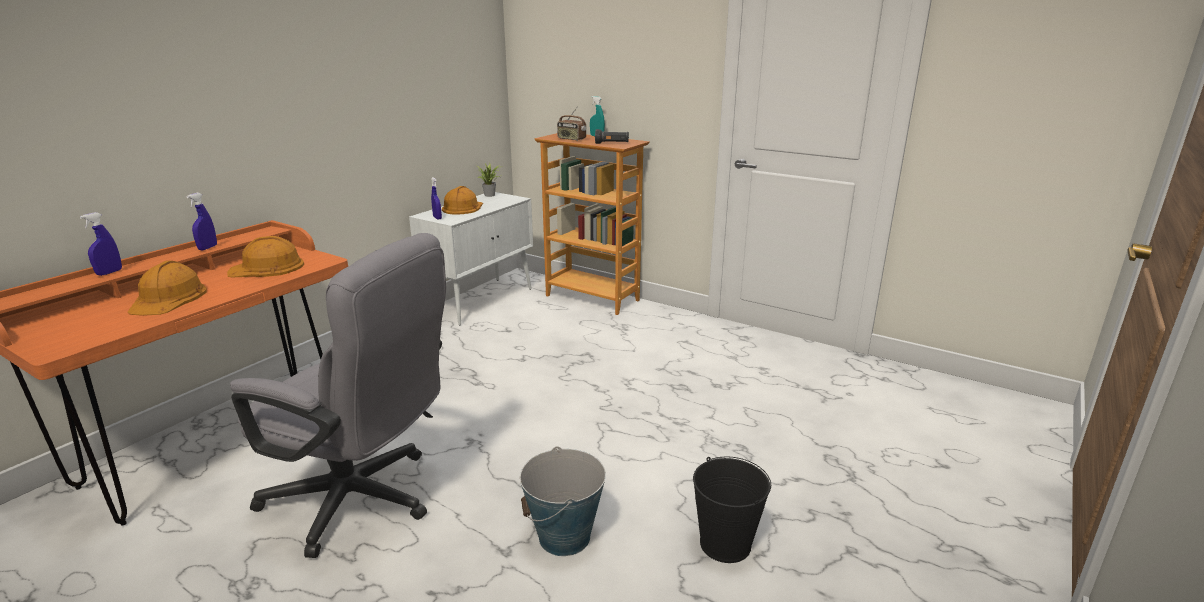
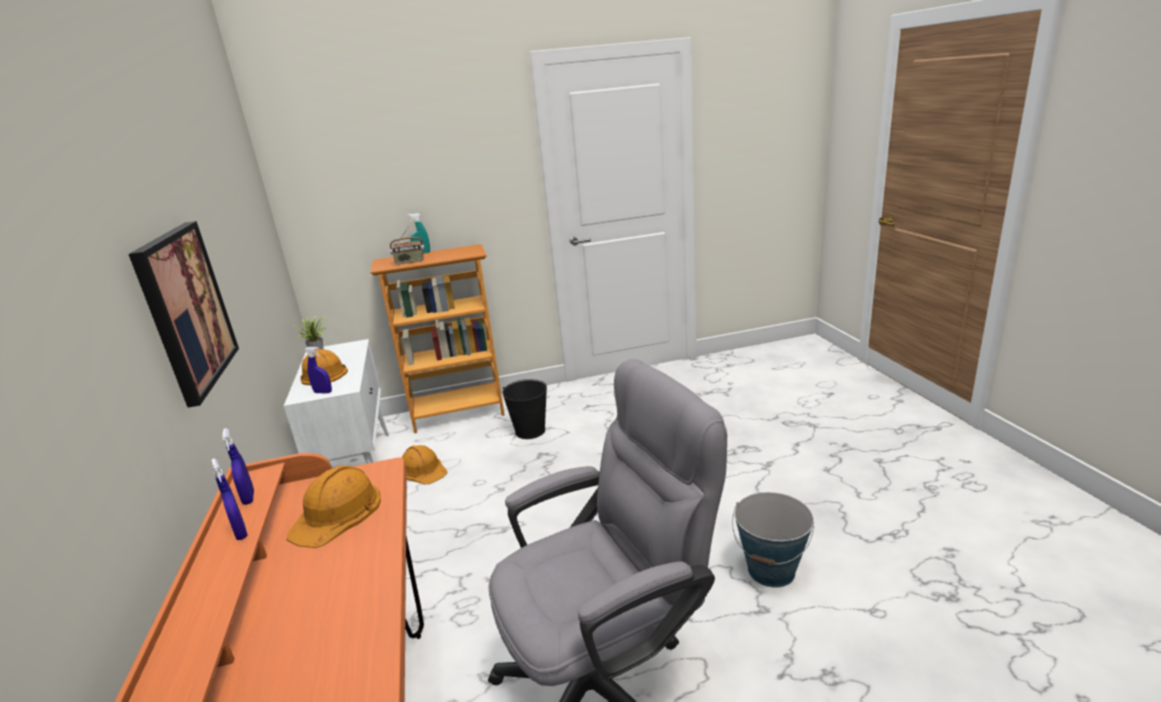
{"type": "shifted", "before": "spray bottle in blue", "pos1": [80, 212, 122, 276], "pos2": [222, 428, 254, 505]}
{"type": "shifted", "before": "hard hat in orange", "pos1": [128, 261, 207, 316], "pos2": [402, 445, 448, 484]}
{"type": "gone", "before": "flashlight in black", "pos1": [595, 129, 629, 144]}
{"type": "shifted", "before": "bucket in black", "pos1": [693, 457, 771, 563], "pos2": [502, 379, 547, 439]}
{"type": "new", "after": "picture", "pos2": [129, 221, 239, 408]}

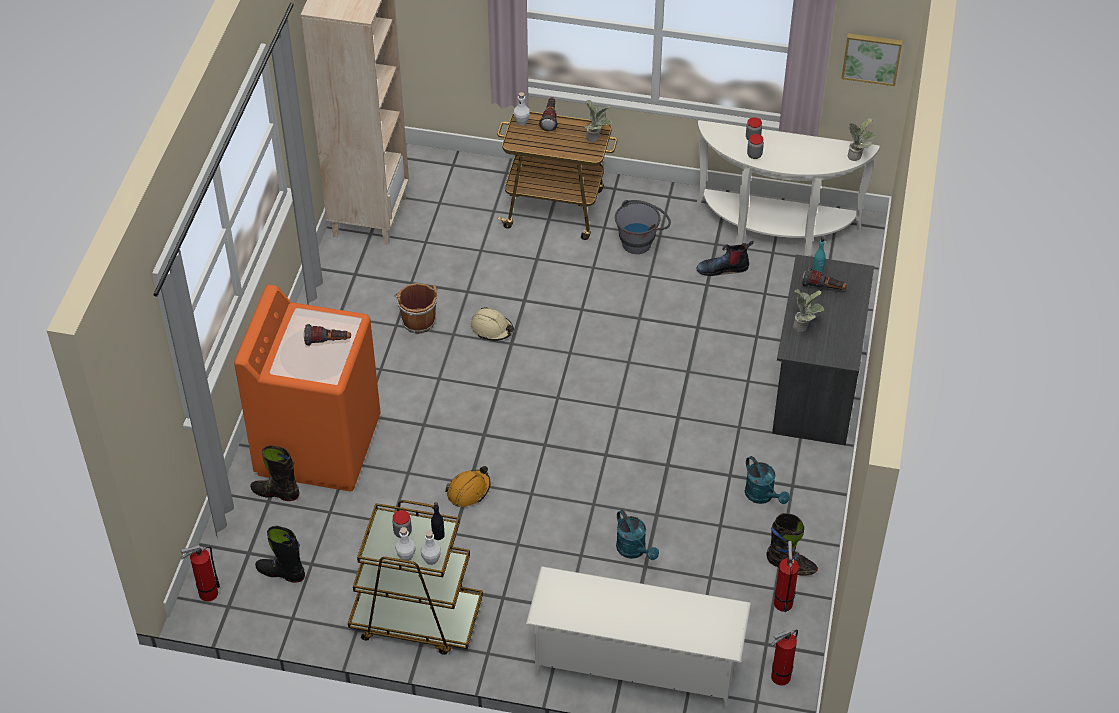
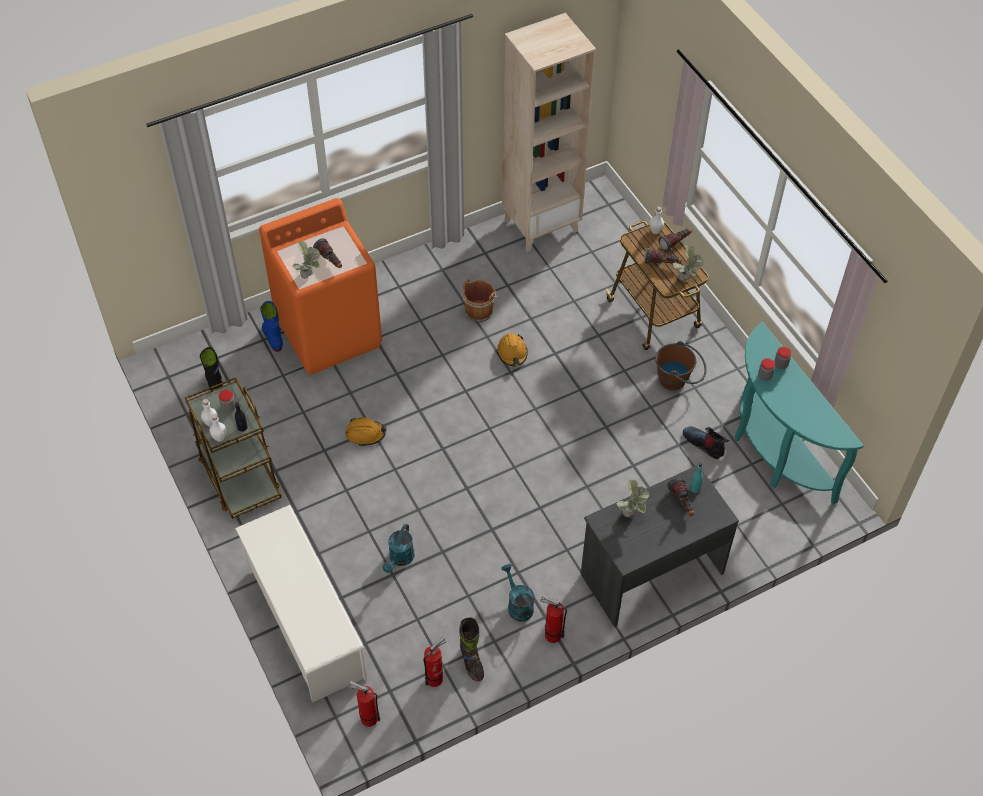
{"type": "shifted", "before": "fire extinguisher", "pos1": [181, 545, 220, 602], "pos2": [540, 595, 567, 643]}
{"type": "repainted", "before": "boot in black", "after": "boot in blue", "pos1": [250, 445, 300, 501], "pos2": [260, 301, 283, 352]}
{"type": "repainted", "before": "hard hat in beige", "after": "hard hat in orange", "pos1": [470, 307, 514, 341], "pos2": [497, 334, 528, 366]}
{"type": "repainted", "before": "bucket in grey", "after": "bucket in brown", "pos1": [615, 200, 671, 254], "pos2": [655, 341, 707, 390]}
{"type": "repainted", "before": "console table in white", "after": "console table in turquoise", "pos1": [696, 120, 880, 256], "pos2": [734, 322, 864, 505]}
{"type": "rotated", "before": "watering can in turquoise", "pos1": [745, 456, 790, 504], "pos2": [501, 564, 534, 621], "turn": 135}
{"type": "gone", "before": "picture", "pos1": [841, 33, 902, 86]}
{"type": "shifted", "before": "potted plant", "pos1": [848, 118, 876, 161], "pos2": [292, 241, 320, 279]}
{"type": "new", "after": "flashlight", "pos2": [644, 247, 682, 264]}

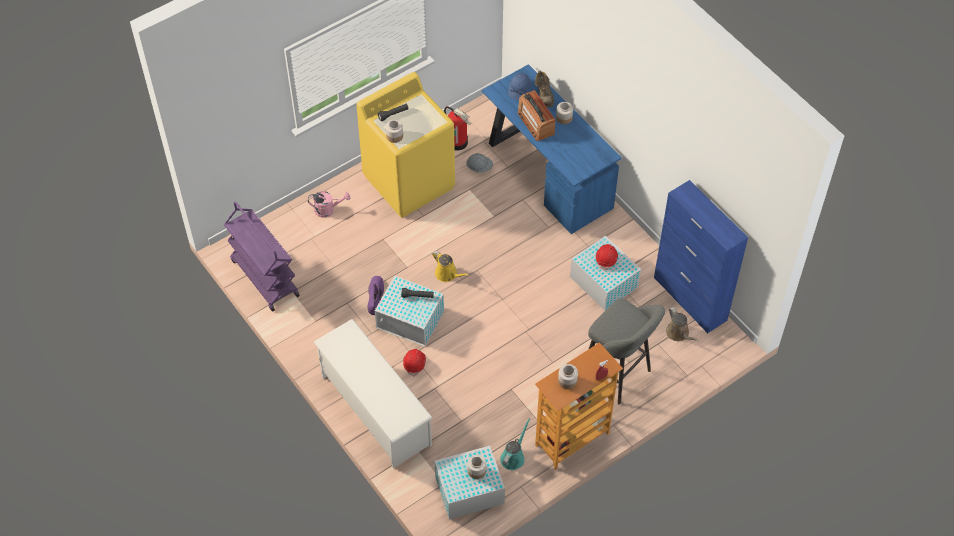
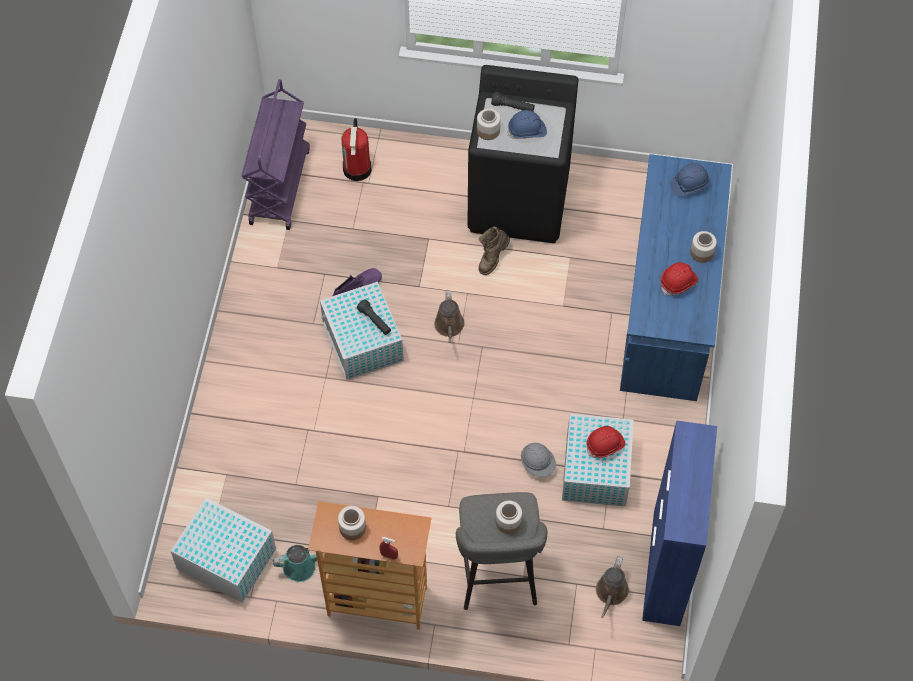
{"type": "gone", "before": "watering can in pink", "pos1": [308, 191, 350, 218]}
{"type": "gone", "before": "shoe rack in white", "pos1": [314, 319, 433, 468]}
{"type": "repainted", "before": "washing machine in yellow", "after": "washing machine in black", "pos1": [356, 72, 455, 218], "pos2": [467, 65, 579, 243]}
{"type": "shifted", "before": "hard hat in red", "pos1": [403, 349, 426, 377], "pos2": [661, 262, 698, 296]}
{"type": "repainted", "before": "watering can in yellow", "after": "watering can in brown", "pos1": [432, 251, 469, 282], "pos2": [434, 291, 465, 343]}
{"type": "shifted", "before": "fire extinguisher", "pos1": [444, 106, 471, 151], "pos2": [341, 118, 372, 181]}
{"type": "shifted", "before": "hard hat in grey", "pos1": [466, 153, 493, 173], "pos2": [521, 443, 556, 478]}
{"type": "shifted", "before": "jar", "pos1": [468, 455, 486, 479], "pos2": [496, 501, 522, 534]}
{"type": "gone", "before": "radio", "pos1": [517, 90, 556, 141]}
{"type": "shifted", "before": "boot in brown", "pos1": [535, 70, 554, 108], "pos2": [478, 227, 510, 275]}
{"type": "new", "after": "hard hat in blue", "pos2": [508, 110, 547, 139]}

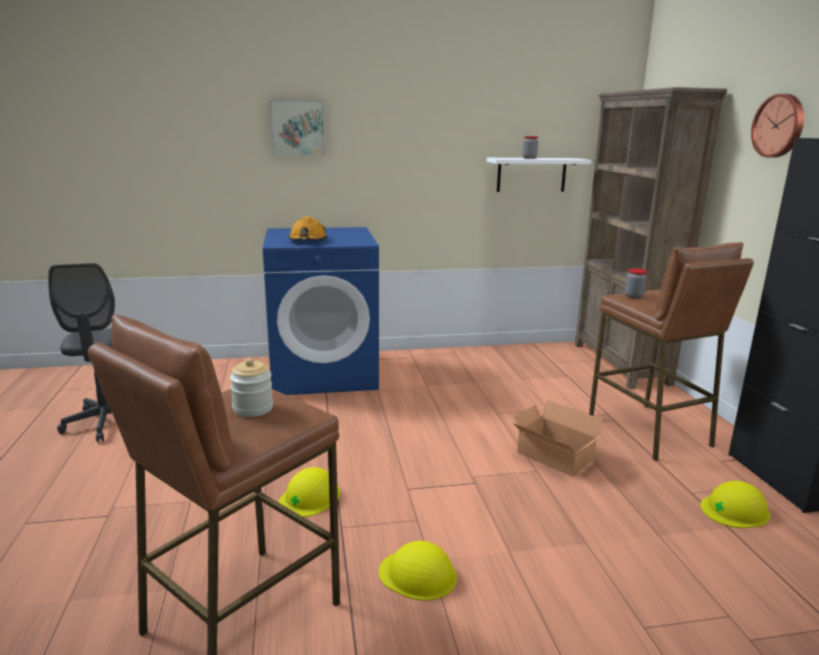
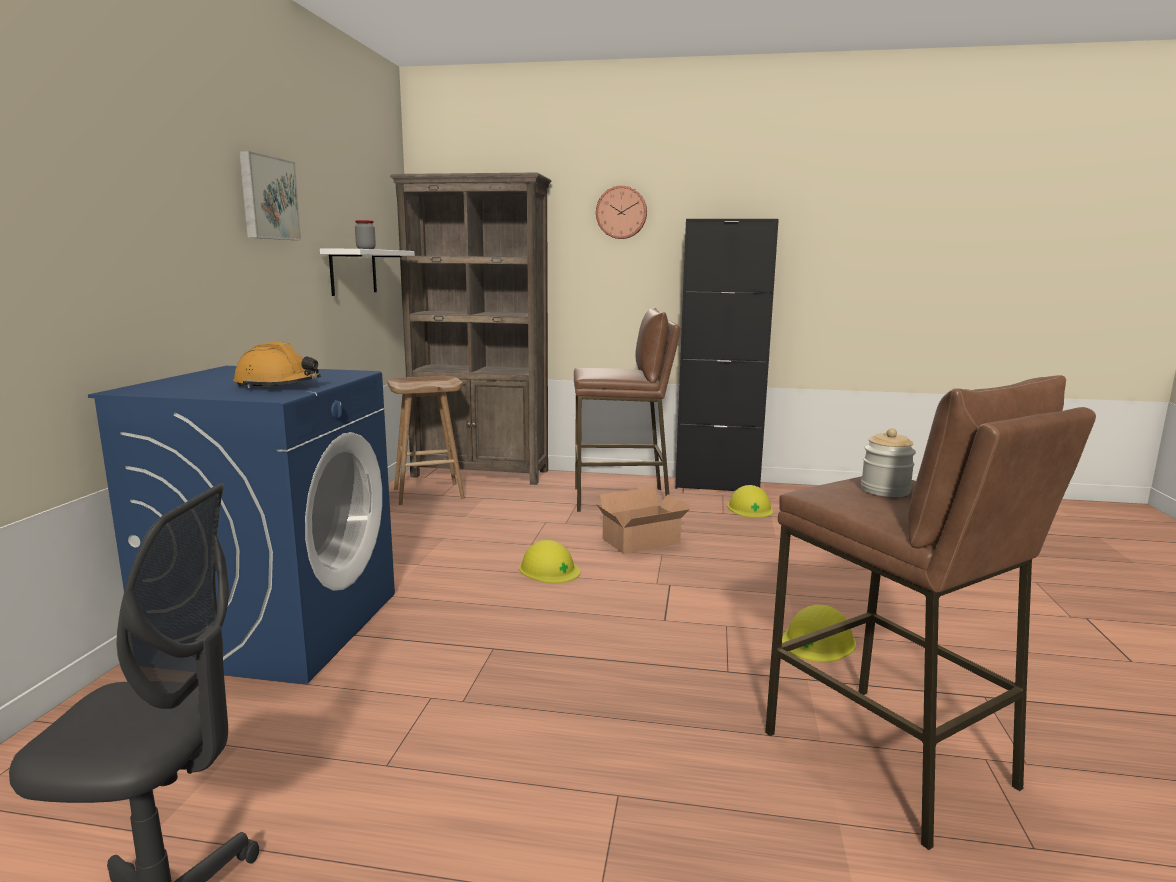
{"type": "shifted", "before": "picture", "pos1": [269, 99, 325, 156], "pos2": [239, 151, 301, 240]}
{"type": "shifted", "before": "hard hat in yellow", "pos1": [279, 467, 340, 517], "pos2": [519, 540, 581, 583]}
{"type": "gone", "before": "jar", "pos1": [625, 269, 647, 298]}
{"type": "new", "after": "stool in brown", "pos2": [387, 376, 465, 505]}

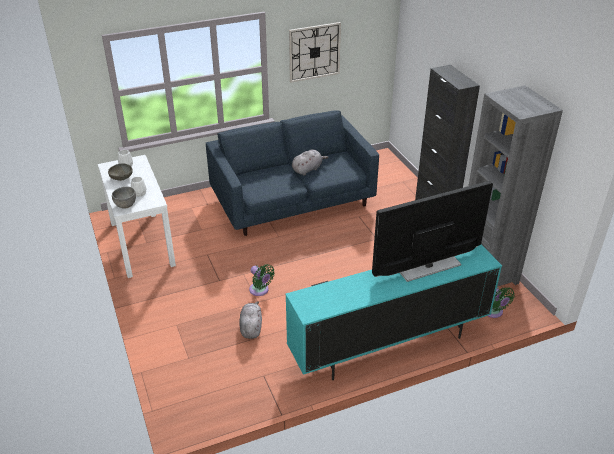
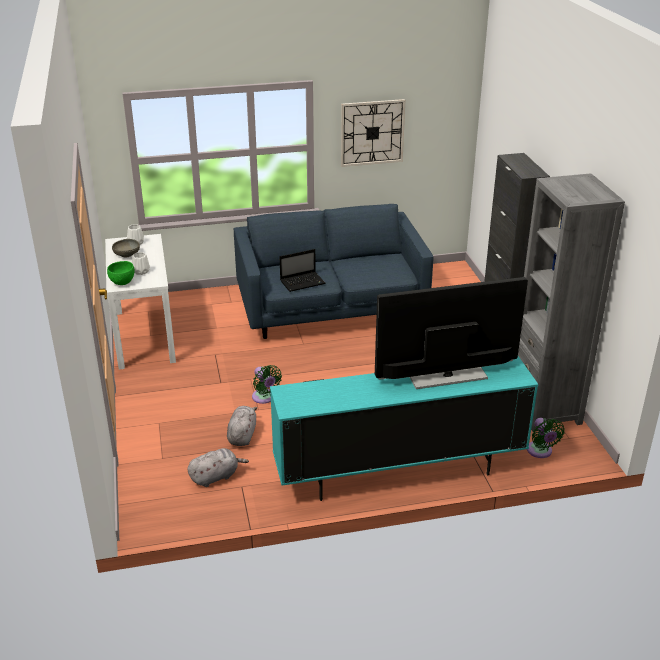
{"type": "repainted", "before": "bowl in grey", "after": "bowl in green", "pos1": [112, 187, 136, 209], "pos2": [107, 261, 135, 285]}
{"type": "shifted", "before": "plush toy in grey", "pos1": [292, 149, 329, 176], "pos2": [188, 448, 249, 487]}
{"type": "new", "after": "laptop", "pos2": [280, 249, 325, 292]}

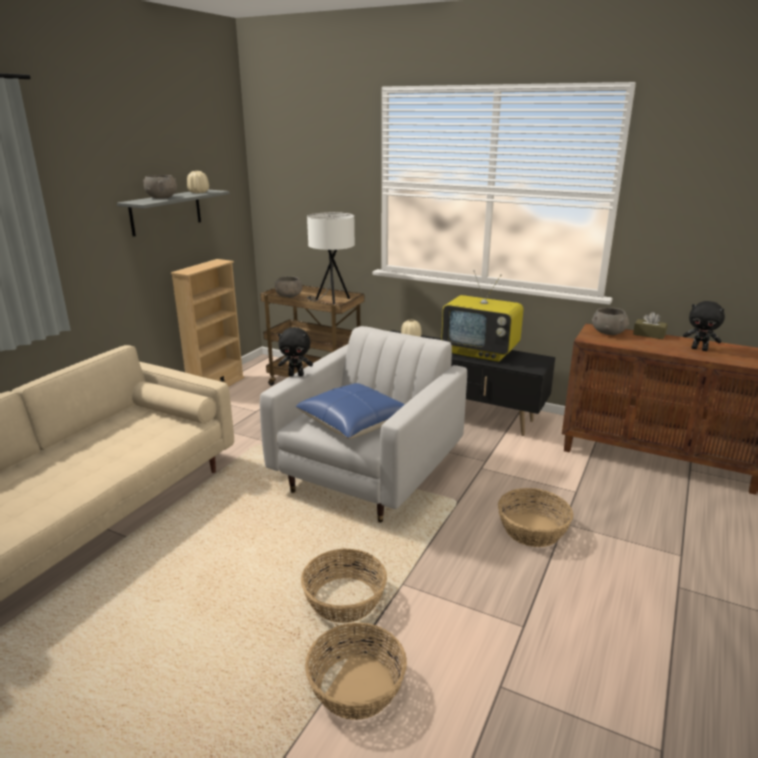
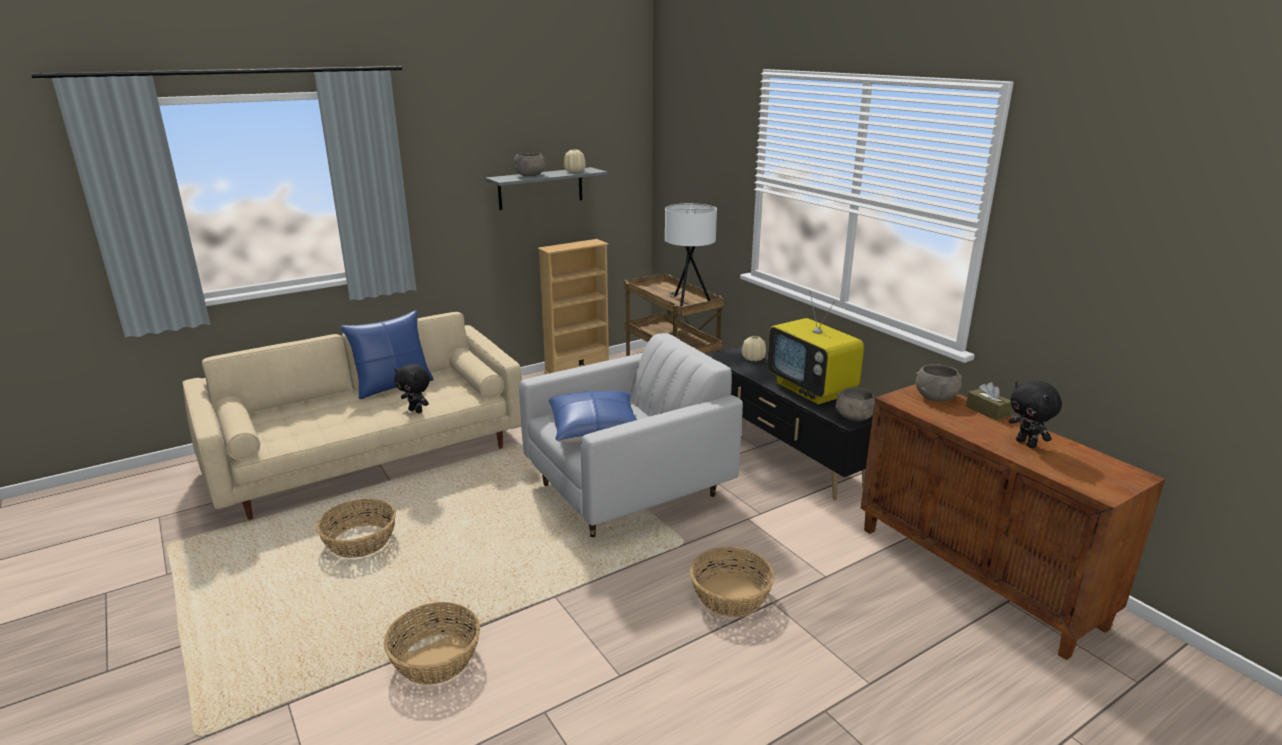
{"type": "shifted", "before": "bowl in grey", "pos1": [275, 276, 302, 298], "pos2": [835, 387, 875, 422]}
{"type": "shifted", "before": "plush toy in black", "pos1": [278, 327, 313, 376], "pos2": [394, 364, 430, 413]}
{"type": "shifted", "before": "basket", "pos1": [301, 549, 387, 623], "pos2": [316, 499, 396, 558]}
{"type": "new", "after": "pillow in blue", "pos2": [340, 310, 434, 399]}

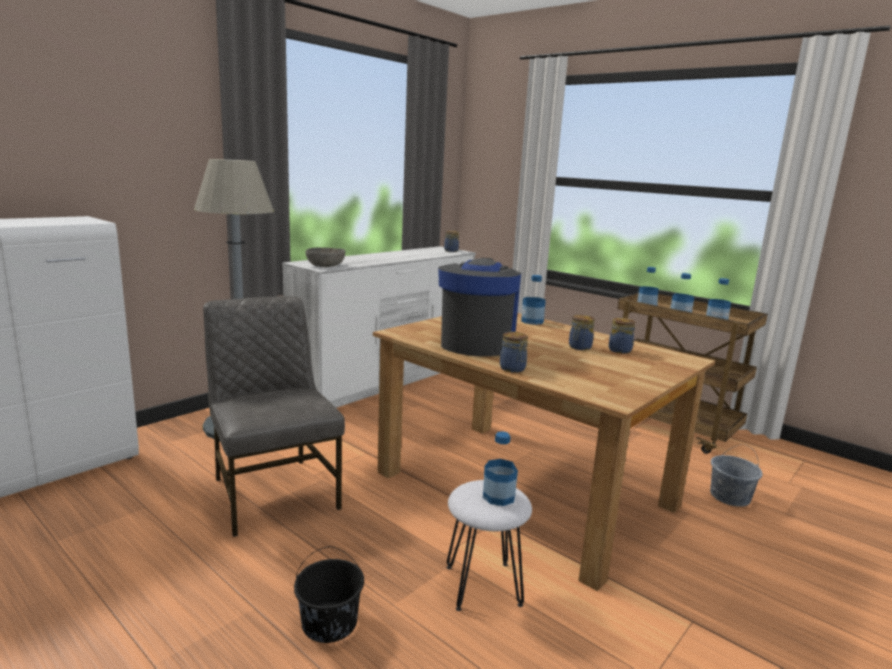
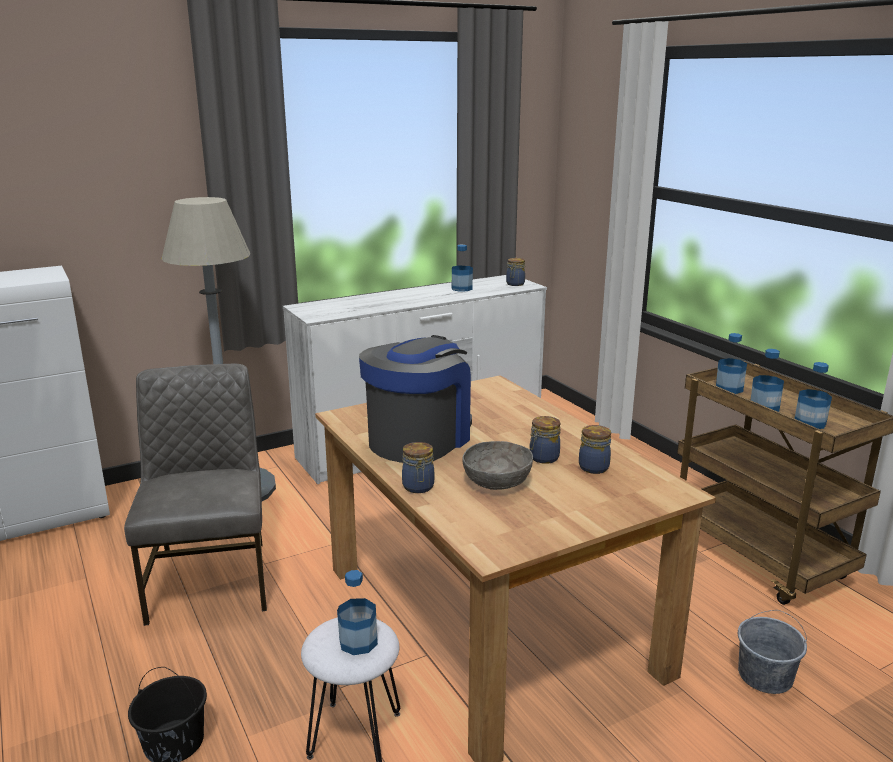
{"type": "shifted", "before": "bowl in grey", "pos1": [306, 248, 345, 267], "pos2": [462, 441, 533, 490]}
{"type": "shifted", "before": "bottle", "pos1": [521, 275, 546, 325], "pos2": [452, 245, 473, 292]}

